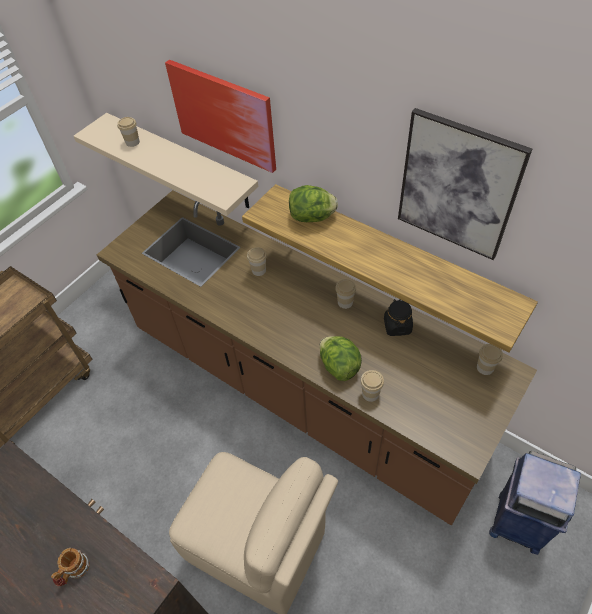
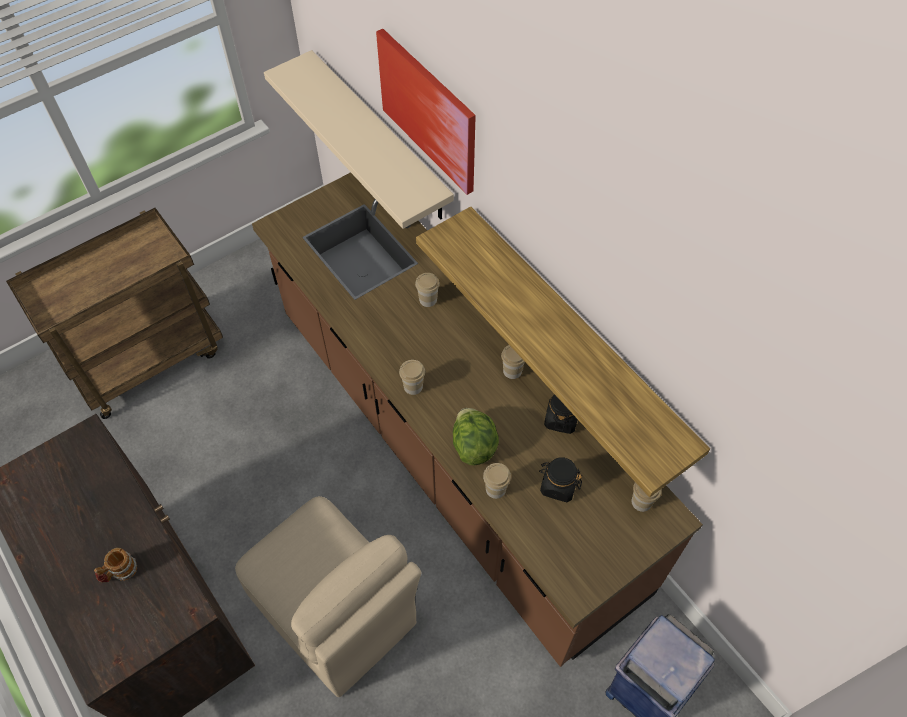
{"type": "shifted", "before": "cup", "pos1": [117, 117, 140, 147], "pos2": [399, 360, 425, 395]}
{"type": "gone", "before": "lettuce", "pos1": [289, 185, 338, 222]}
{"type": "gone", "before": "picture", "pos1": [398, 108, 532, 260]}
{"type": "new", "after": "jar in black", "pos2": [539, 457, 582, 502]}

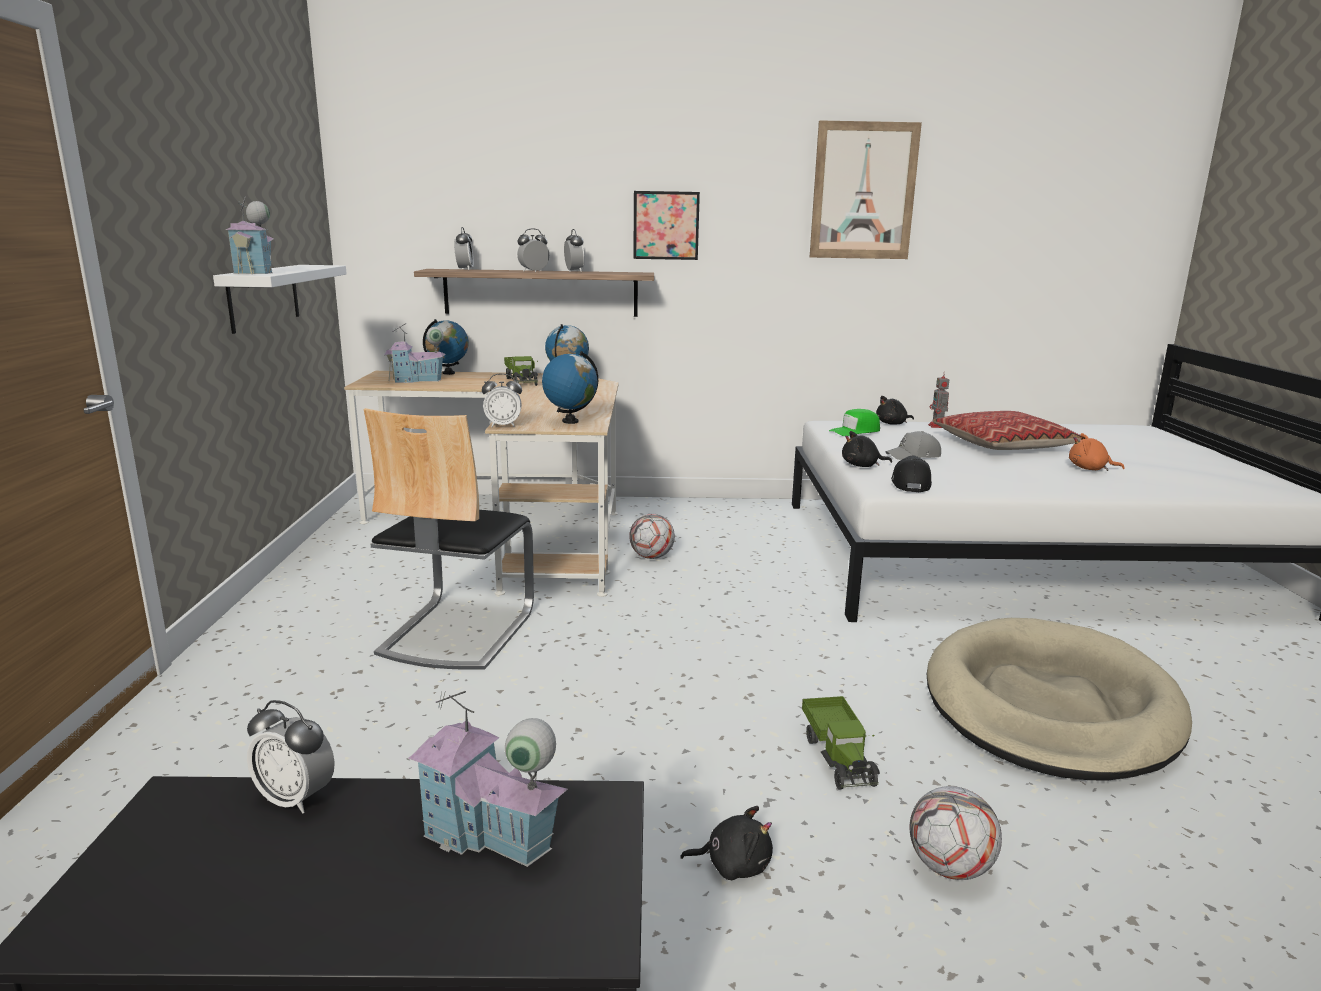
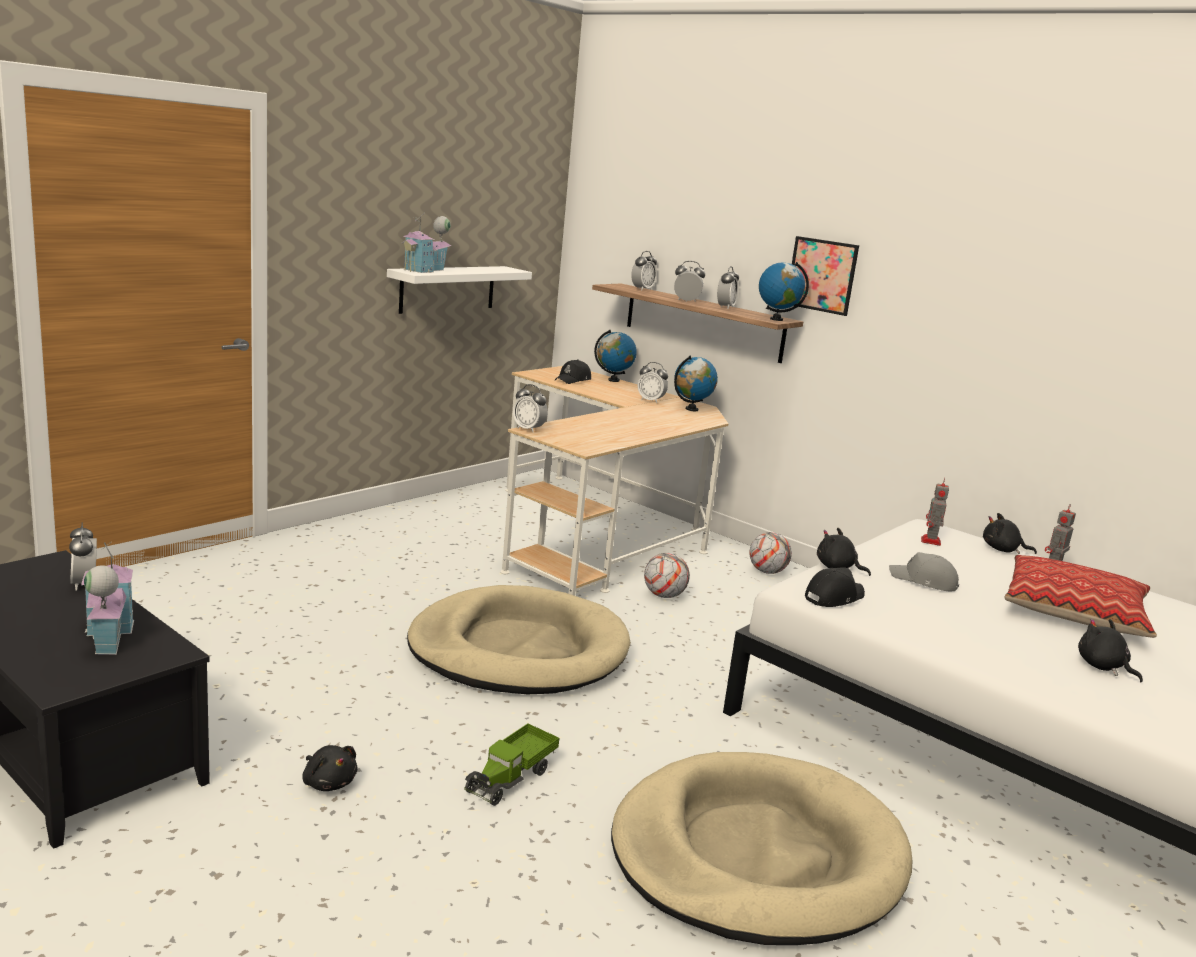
{"type": "gone", "before": "chair", "pos1": [364, 408, 534, 669]}
{"type": "swapped", "before": "toy house", "after": "cap in black", "pos1": [384, 323, 446, 383], "pos2": [555, 359, 591, 384]}
{"type": "swapped", "before": "toy truck", "after": "alarm clock", "pos1": [504, 356, 538, 386], "pos2": [638, 362, 668, 403]}
{"type": "shifted", "before": "globe", "pos1": [542, 351, 598, 424], "pos2": [759, 262, 809, 321]}
{"type": "gone", "before": "picture", "pos1": [810, 120, 922, 259]}
{"type": "swapped", "before": "cap in green", "after": "toy robot", "pos1": [829, 409, 880, 436], "pos2": [921, 478, 949, 546]}
{"type": "shifted", "before": "football", "pos1": [910, 786, 1002, 880], "pos2": [749, 532, 792, 574]}
{"type": "repainted", "before": "plush toy in orange", "after": "plush toy in black", "pos1": [1069, 433, 1125, 471], "pos2": [1078, 619, 1143, 682]}
{"type": "new", "after": "dog bed in beige", "pos2": [407, 585, 631, 694]}

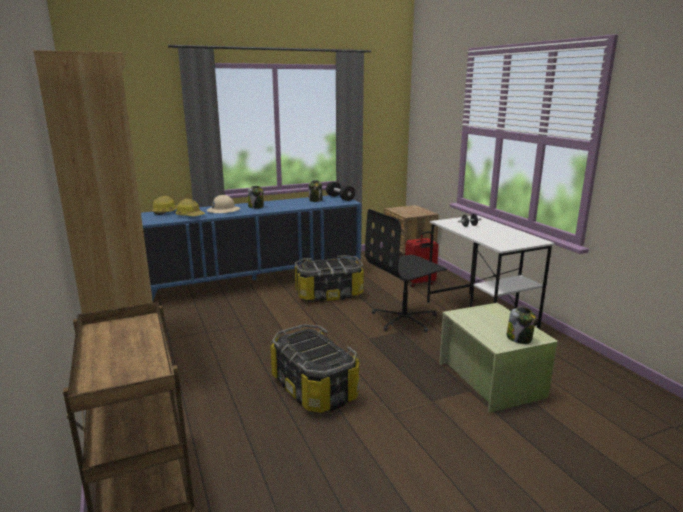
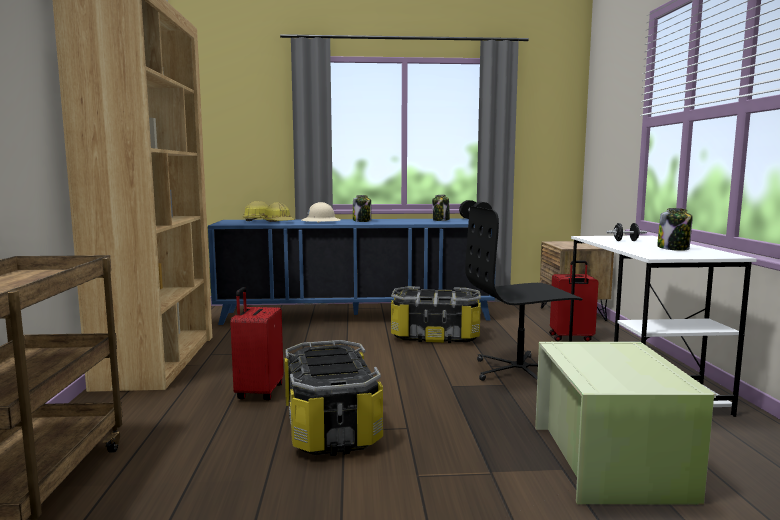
{"type": "shifted", "before": "jar", "pos1": [507, 307, 536, 344], "pos2": [657, 208, 692, 251]}
{"type": "new", "after": "suitcase in red", "pos2": [230, 287, 284, 400]}

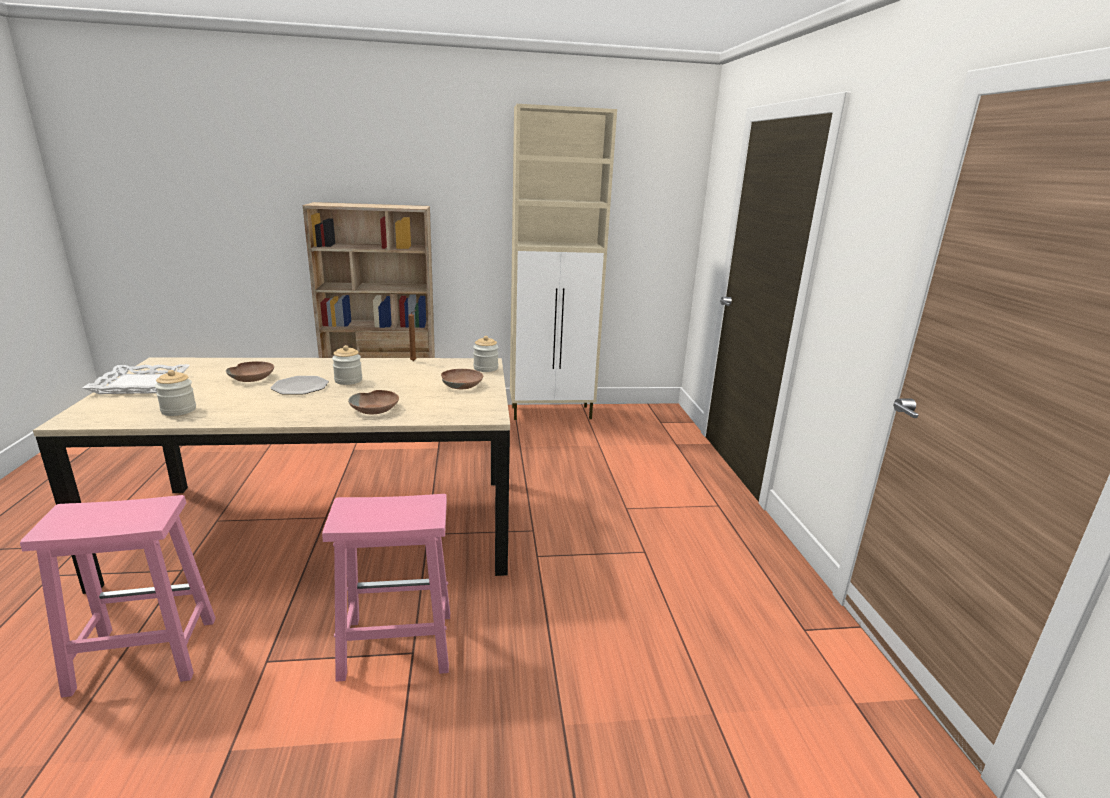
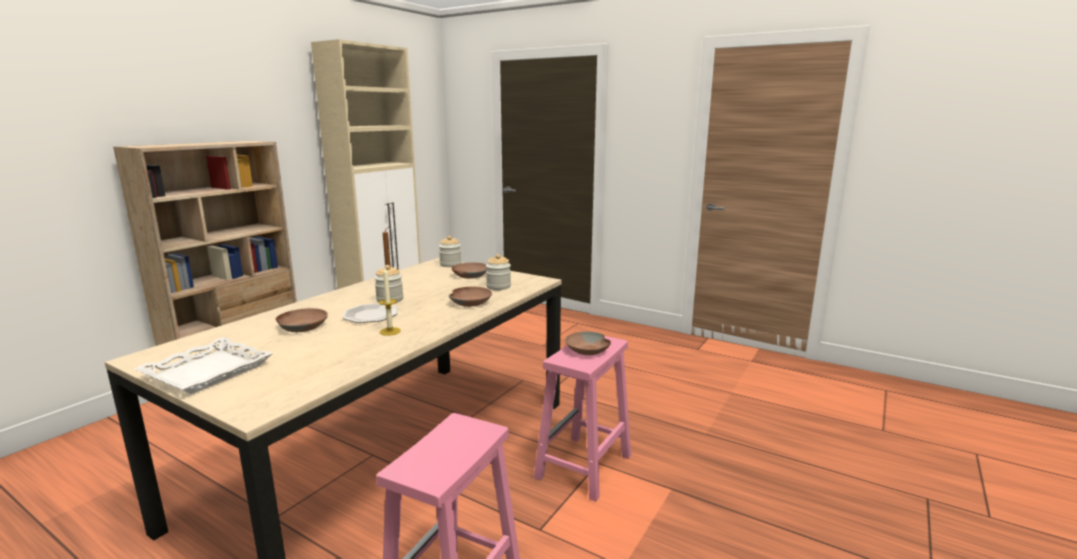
{"type": "shifted", "before": "jar", "pos1": [155, 370, 196, 416], "pos2": [486, 254, 511, 290]}
{"type": "new", "after": "candle", "pos2": [379, 268, 401, 336]}
{"type": "new", "after": "bowl in brown", "pos2": [565, 331, 611, 355]}

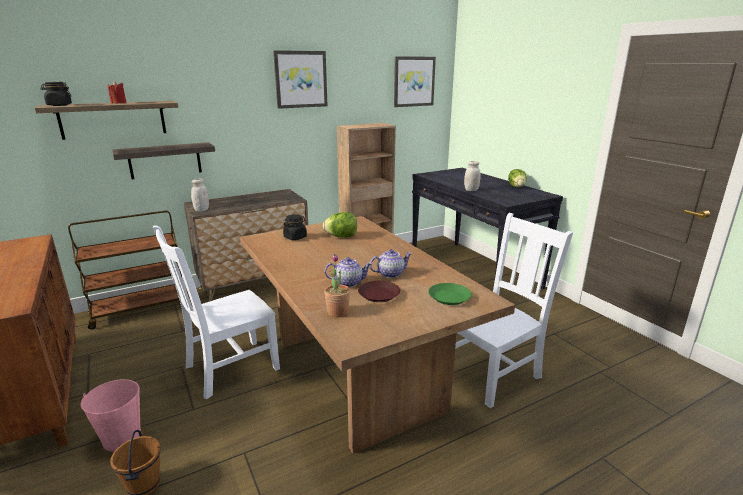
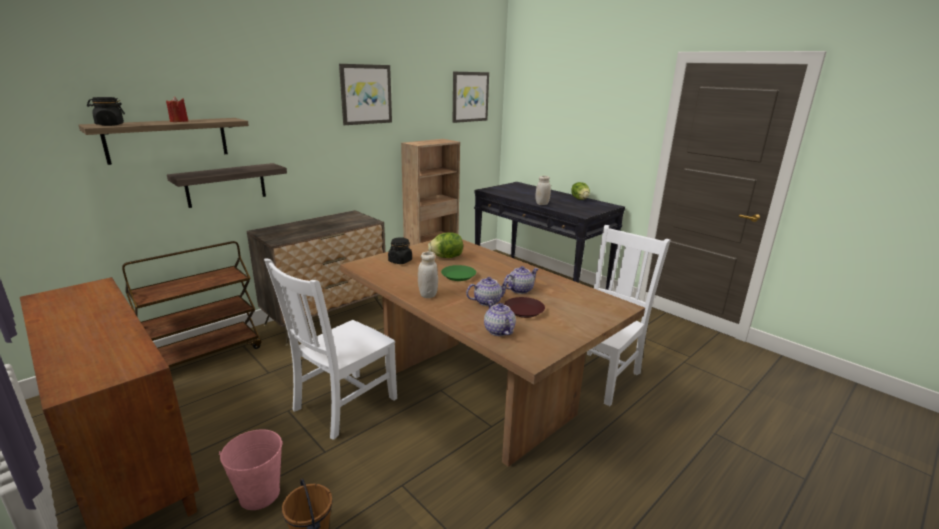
{"type": "shifted", "before": "jar in white", "pos1": [191, 178, 209, 212], "pos2": [418, 252, 438, 298]}
{"type": "swapped", "before": "potted plant", "after": "teapot", "pos1": [324, 254, 350, 317], "pos2": [484, 300, 516, 336]}
{"type": "shifted", "before": "plate in green", "pos1": [428, 283, 472, 305], "pos2": [441, 265, 476, 281]}

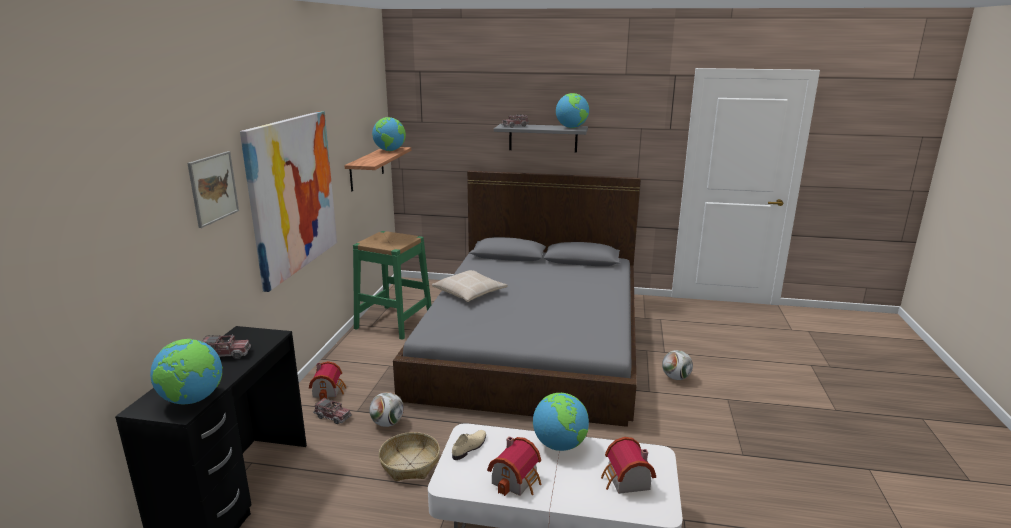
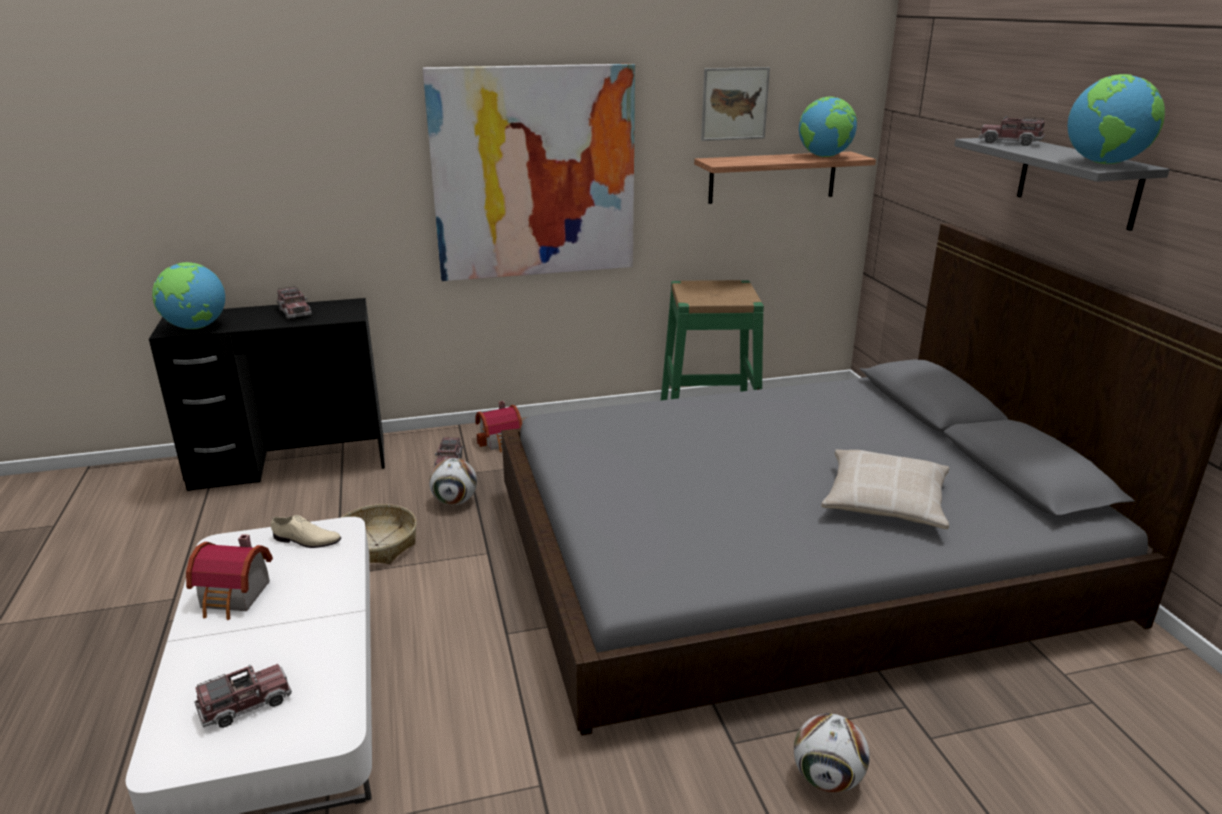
{"type": "shifted", "before": "picture", "pos1": [187, 151, 239, 228], "pos2": [701, 67, 770, 141]}
{"type": "shifted", "before": "pillow in beige", "pos1": [432, 270, 508, 302], "pos2": [821, 449, 949, 529]}
{"type": "gone", "before": "globe", "pos1": [533, 393, 589, 451]}
{"type": "swapped", "before": "toy house", "after": "toy truck", "pos1": [601, 437, 656, 494], "pos2": [194, 664, 292, 728]}

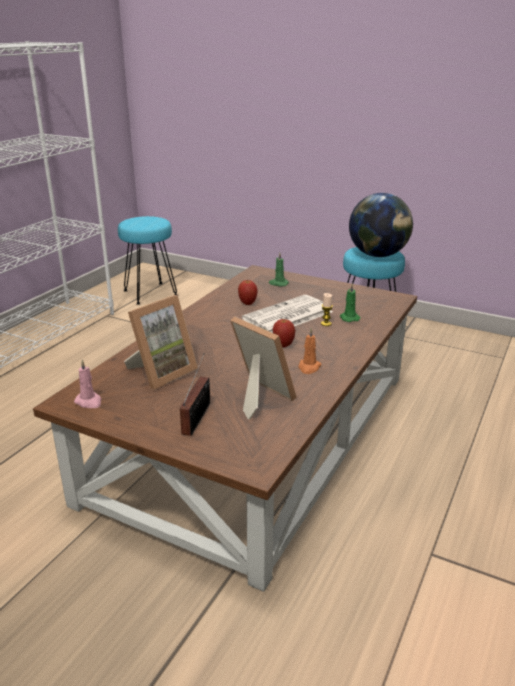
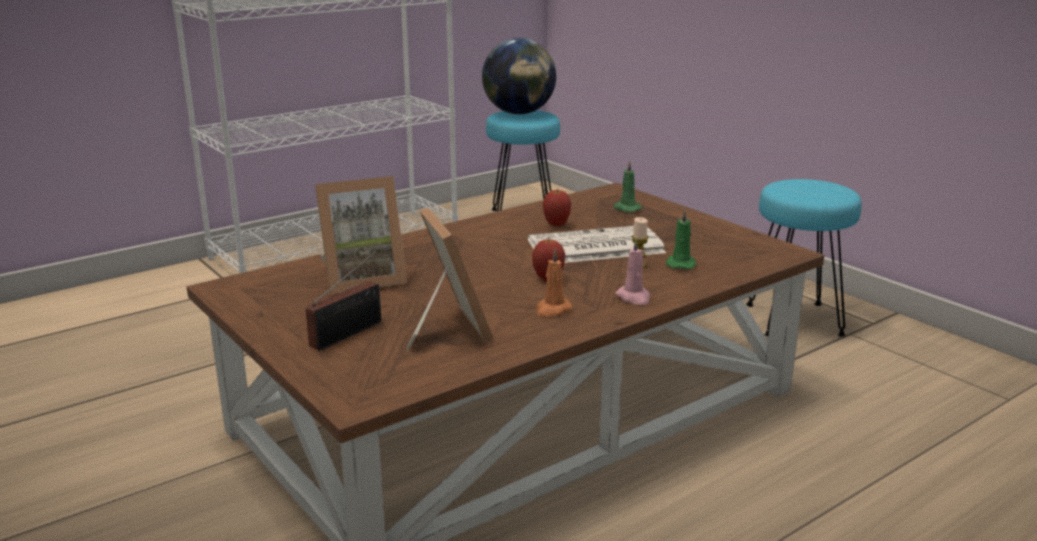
{"type": "shifted", "before": "candle in pink", "pos1": [74, 360, 102, 408], "pos2": [615, 237, 651, 305]}
{"type": "shifted", "before": "globe", "pos1": [349, 193, 413, 257], "pos2": [482, 38, 556, 115]}

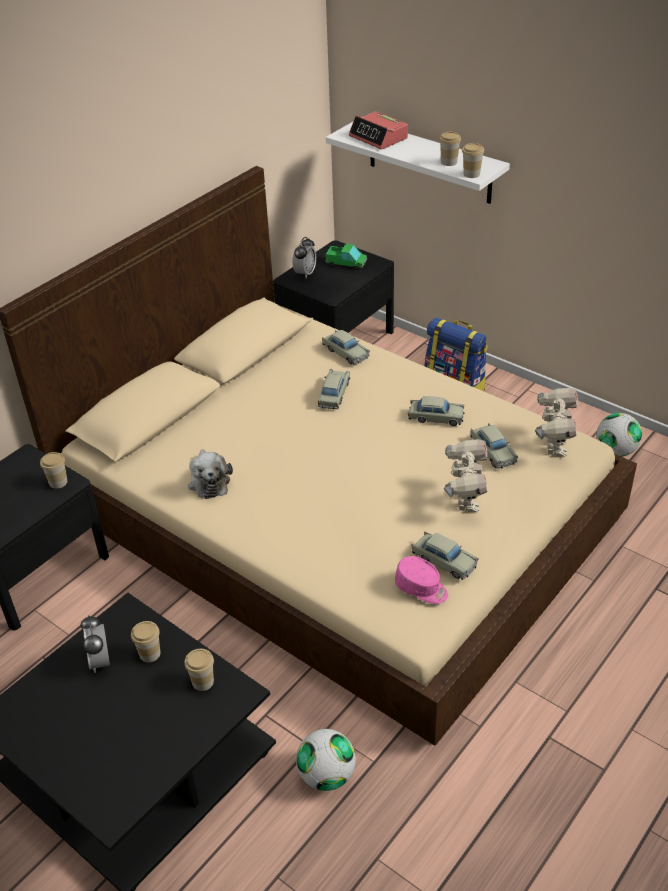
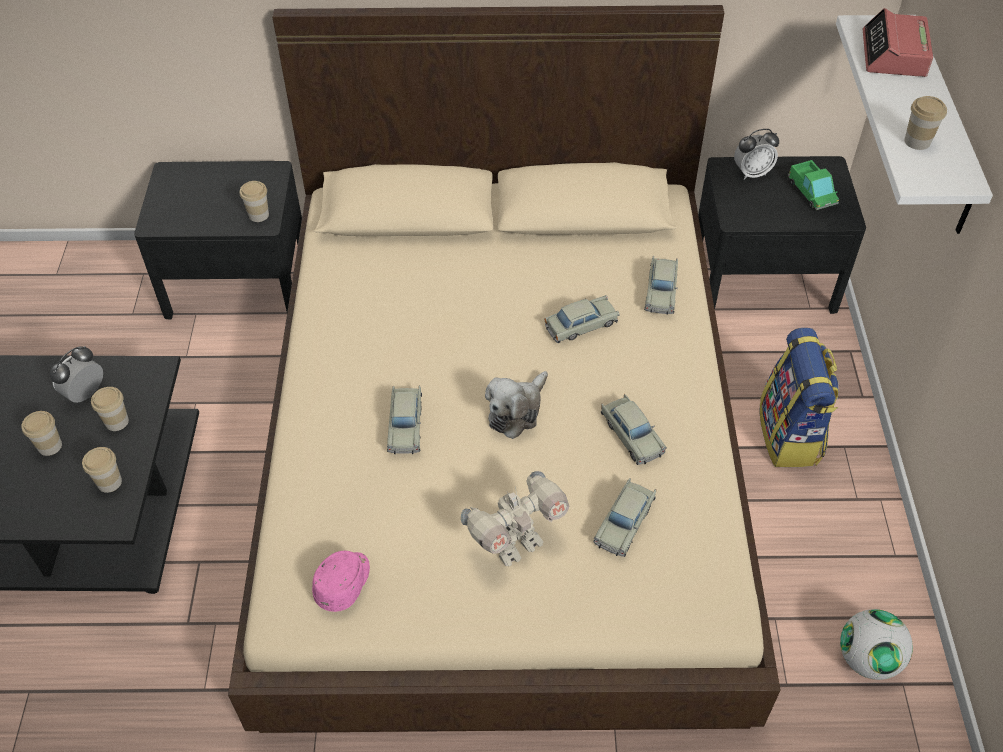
{"type": "shifted", "before": "plush toy", "pos1": [188, 449, 233, 499], "pos2": [485, 371, 548, 439]}
{"type": "gone", "before": "football", "pos1": [296, 729, 356, 791]}
{"type": "rotated", "before": "cap in pink", "pos1": [395, 556, 448, 604], "pos2": [312, 550, 370, 612], "turn": -150}
{"type": "shifted", "before": "toy car in beige", "pos1": [412, 531, 479, 580], "pos2": [387, 385, 422, 454]}
{"type": "shifted", "before": "cup", "pos1": [462, 143, 484, 178], "pos2": [21, 411, 62, 456]}
{"type": "gone", "before": "toy robot", "pos1": [535, 388, 578, 457]}

